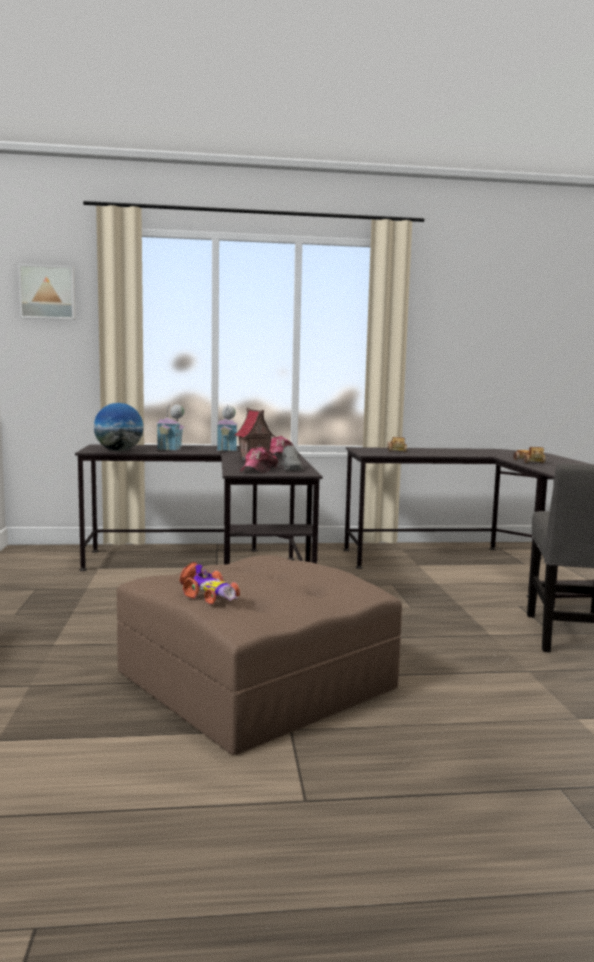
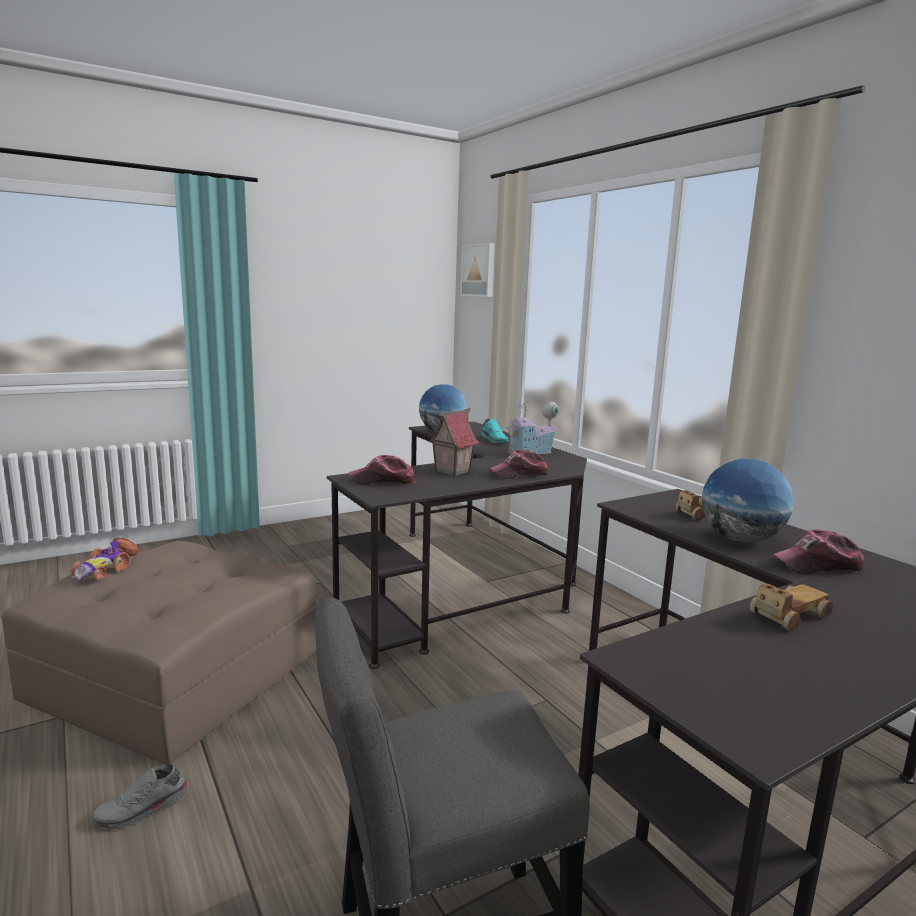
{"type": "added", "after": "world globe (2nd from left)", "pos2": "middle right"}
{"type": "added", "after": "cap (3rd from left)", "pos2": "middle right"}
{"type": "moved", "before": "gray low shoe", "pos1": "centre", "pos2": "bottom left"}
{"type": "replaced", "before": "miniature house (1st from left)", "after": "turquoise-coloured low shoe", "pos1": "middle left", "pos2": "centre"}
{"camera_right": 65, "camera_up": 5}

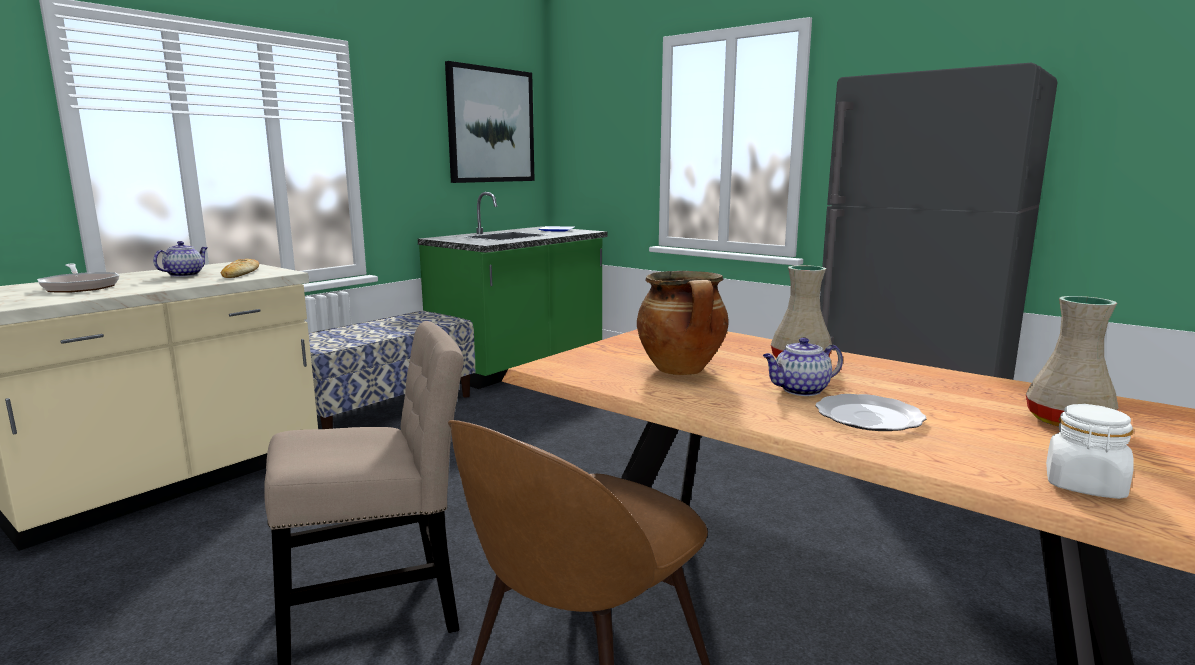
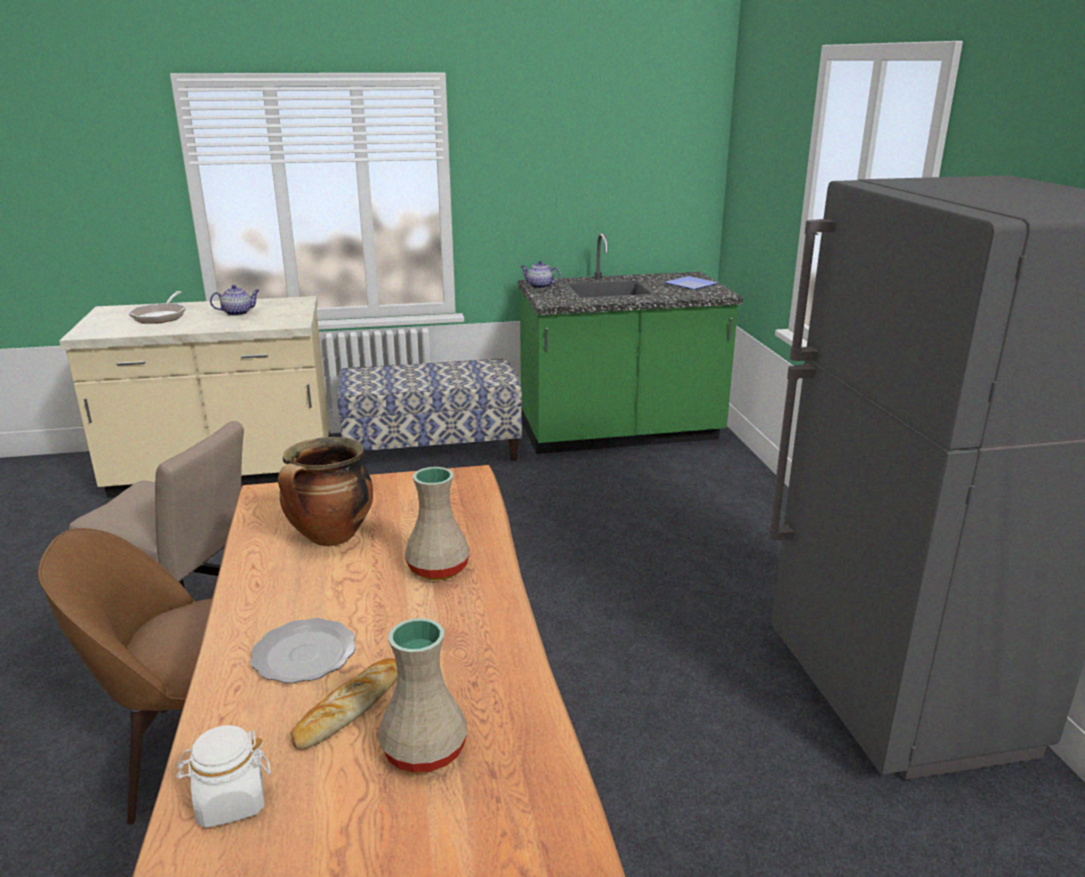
{"type": "removed", "before": "wall picture", "pos1": "top centre"}
{"type": "moved", "before": "baked bread", "pos1": "middle left", "pos2": "bottom left"}
{"type": "moved", "before": "teapot (2nd from left)", "pos1": "middle right", "pos2": "top centre"}
{"camera_right": 40, "camera_up": 10}

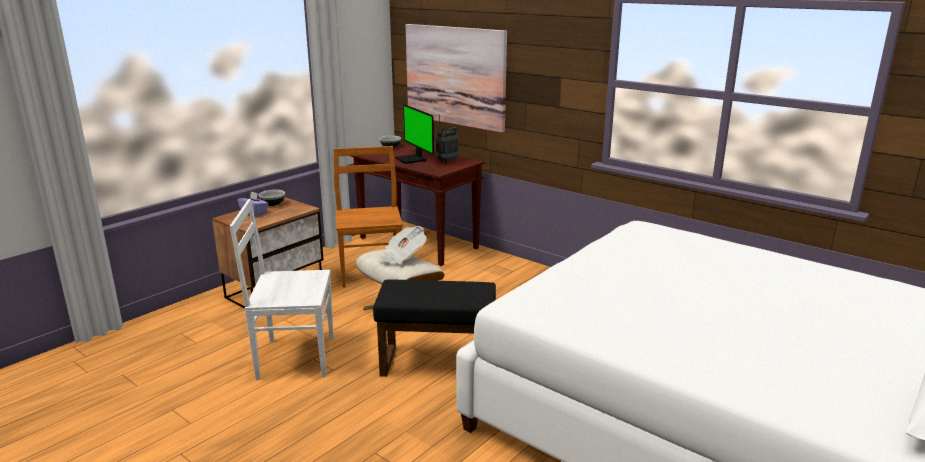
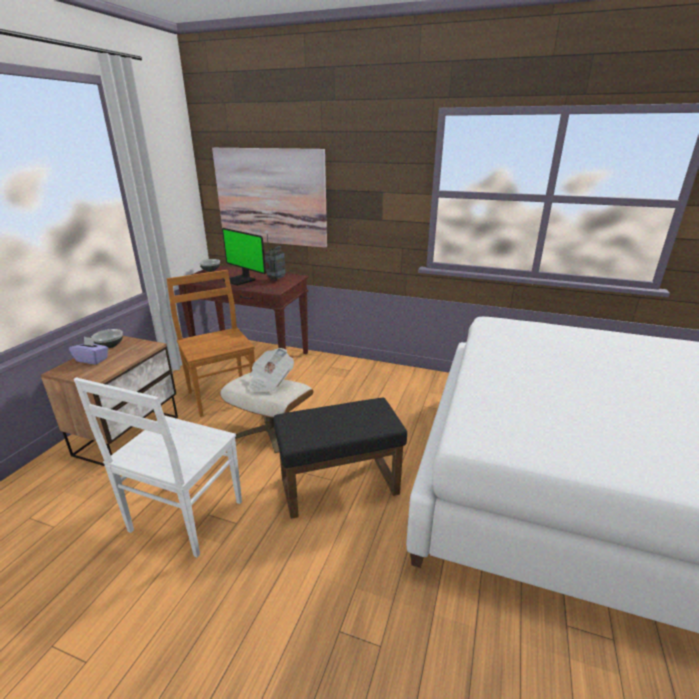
{"type": "turned", "before": "white-coloured chair", "pos1": "middle left", "pos2": "bottom left", "turn": -45}
{"camera_right": -20, "camera_up": 5}

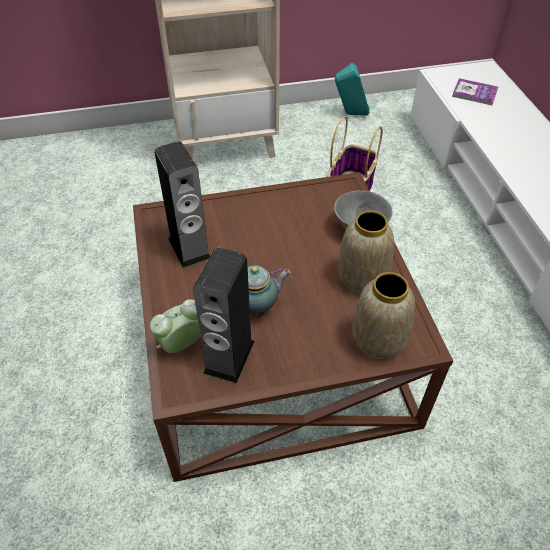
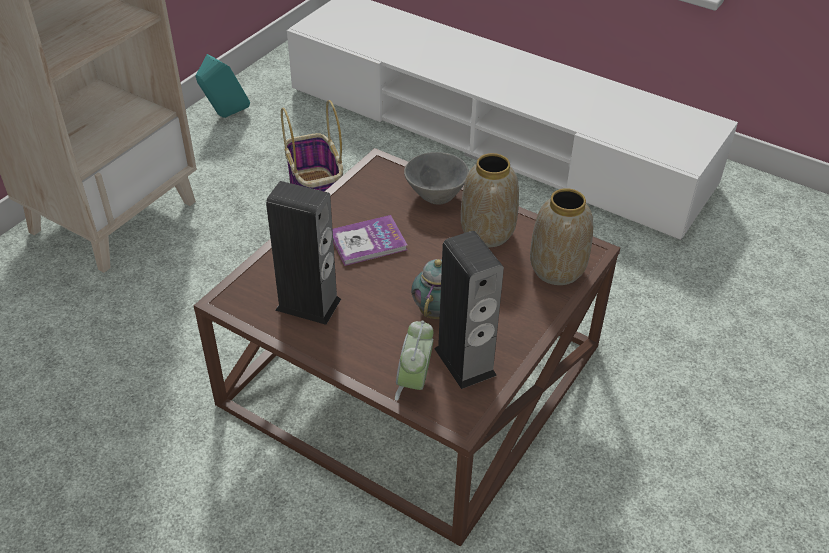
{"type": "moved", "before": "bound book", "pos1": "top right", "pos2": "centre"}
{"camera_right": -45, "camera_up": -5}

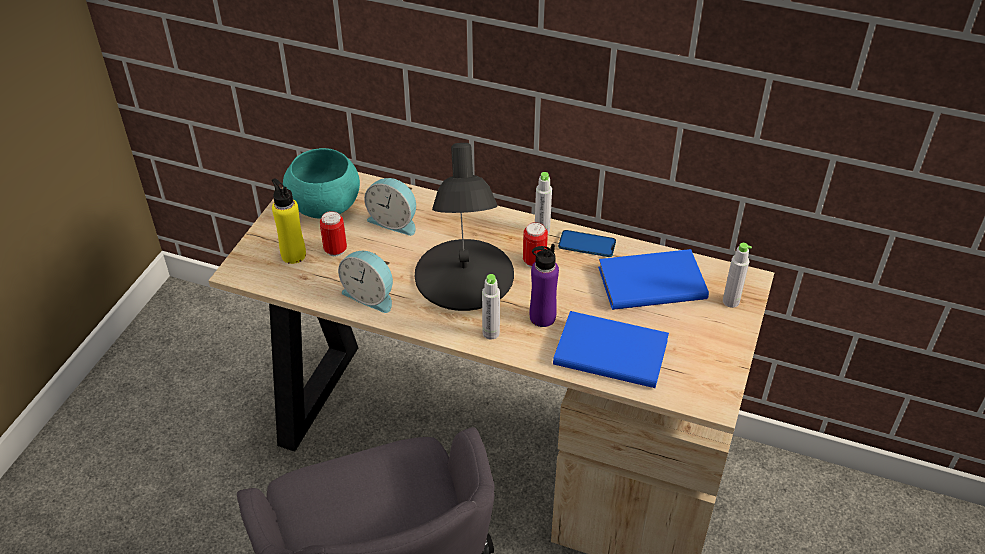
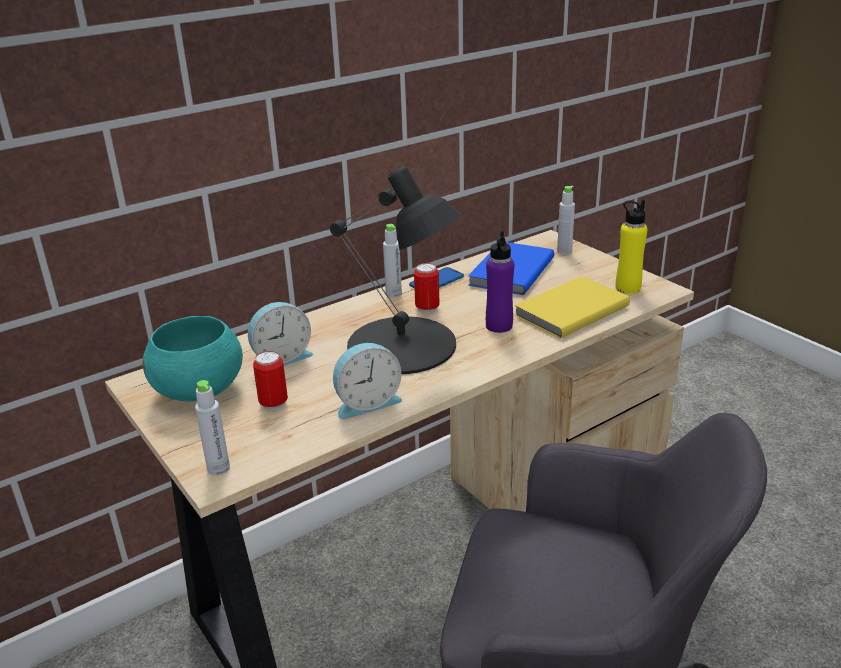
{"type": "moved", "before": "yellow bottle", "pos1": "middle left", "pos2": "middle right"}
{"type": "moved", "before": "gray bottle (1st from left)", "pos1": "centre", "pos2": "middle left"}
{"type": "recoloured", "before": "blue bound book (1st from left)", "after": "yellow bound book", "pos1": "centre", "pos2": "middle right"}
{"camera_right": -55, "camera_up": -15}

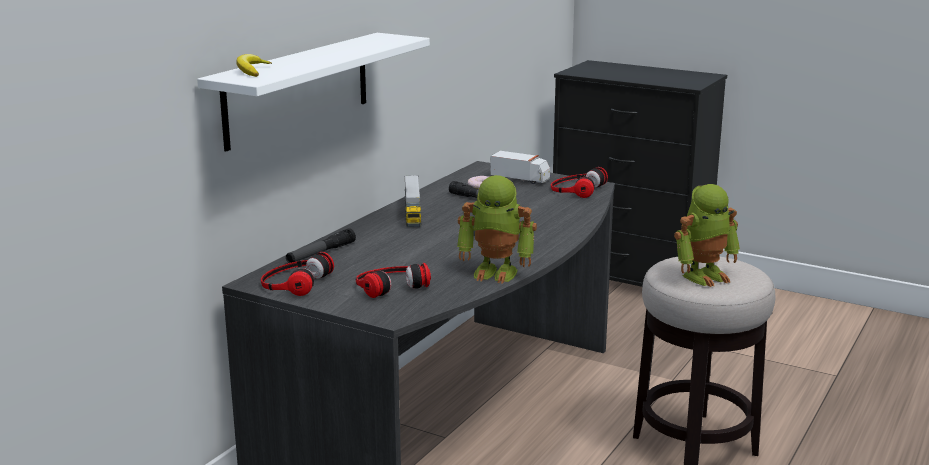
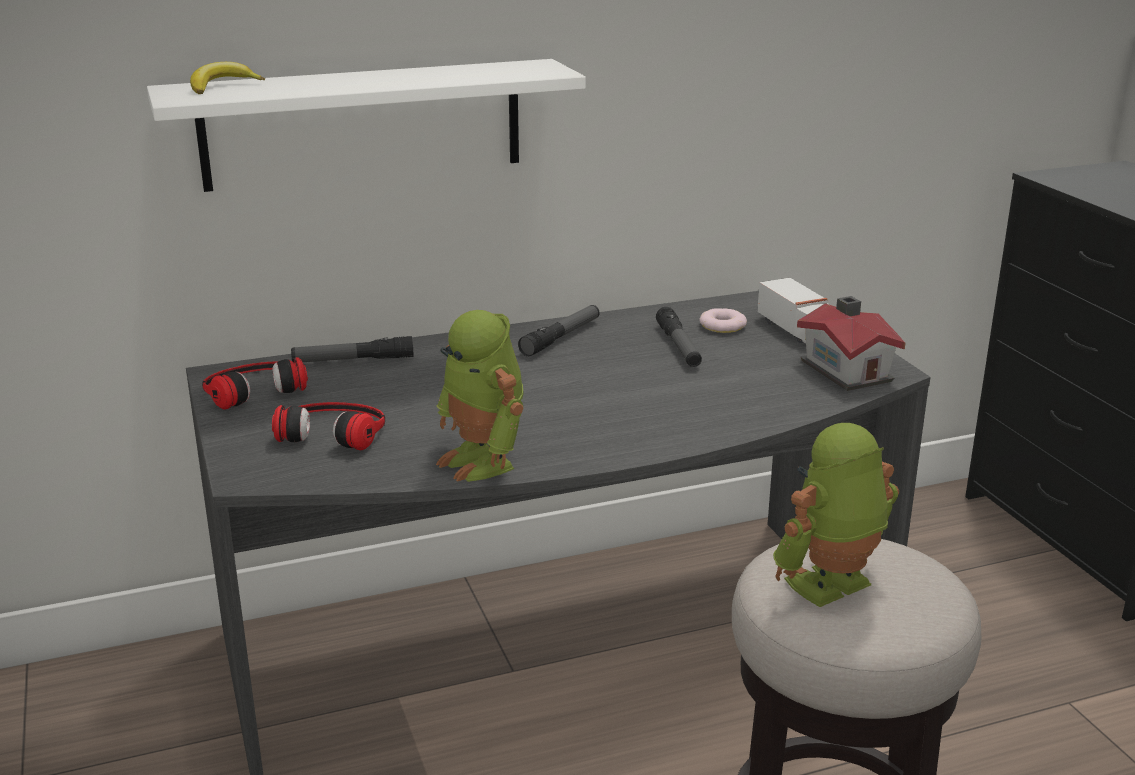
{"type": "replaced", "before": "model truck (1st from left)", "after": "hand torch (2nd from left)", "pos1": "centre", "pos2": "centre"}
{"type": "replaced", "before": "headset (3rd from left)", "after": "miniature house", "pos1": "centre", "pos2": "middle right"}
{"type": "turned", "before": "toy robot (2nd from left)", "pos1": "middle right", "pos2": "middle right", "turn": 135}
{"camera_right": 40, "camera_up": 5}

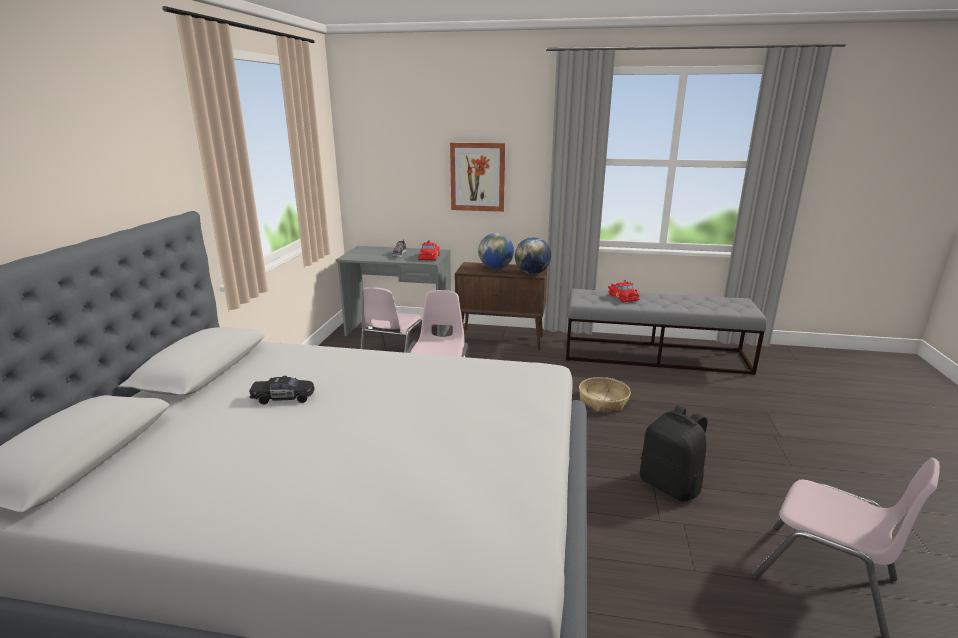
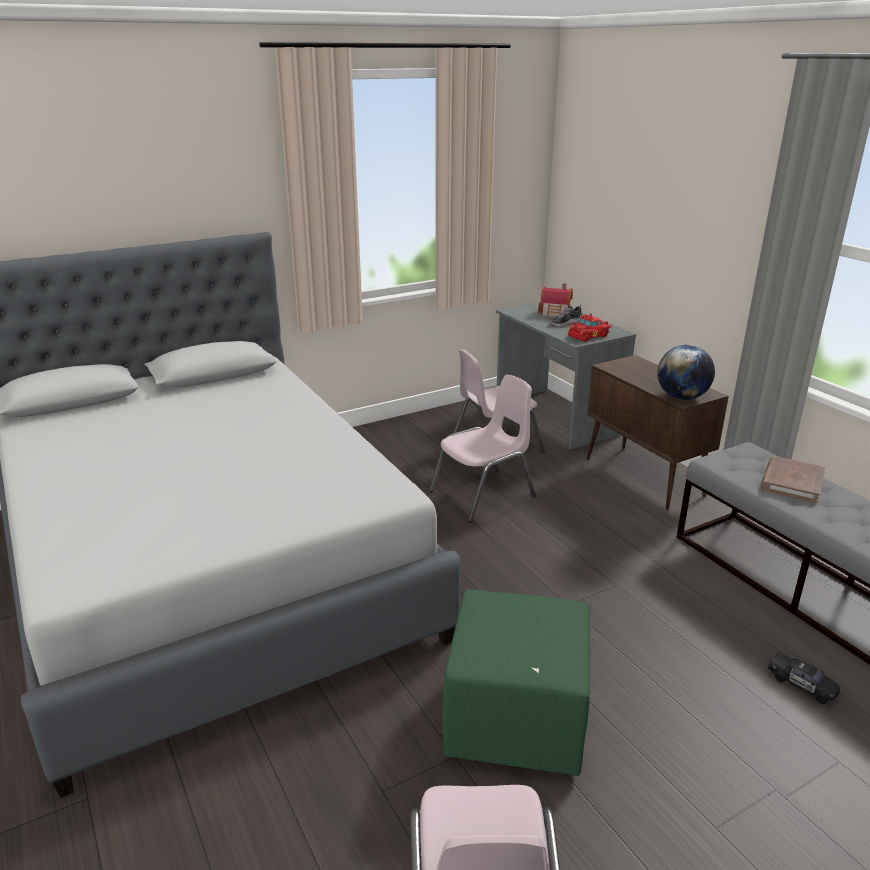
{"type": "removed", "before": "wall picture", "pos1": "top centre"}
{"type": "removed", "before": "world globe (1st from left)", "pos1": "centre"}
{"type": "removed", "before": "storage basket", "pos1": "centre"}
{"type": "added", "after": "miniature house", "pos2": "centre"}
{"type": "moved", "before": "black miniature car", "pos1": "middle left", "pos2": "bottom right"}
{"type": "replaced", "before": "reddish miniature car (2nd from left)", "after": "brown bound book", "pos1": "centre", "pos2": "middle right"}
{"type": "replaced", "before": "black backpack", "after": "green pouffe", "pos1": "bottom right", "pos2": "bottom centre"}
{"camera_right": 50, "camera_up": 5}

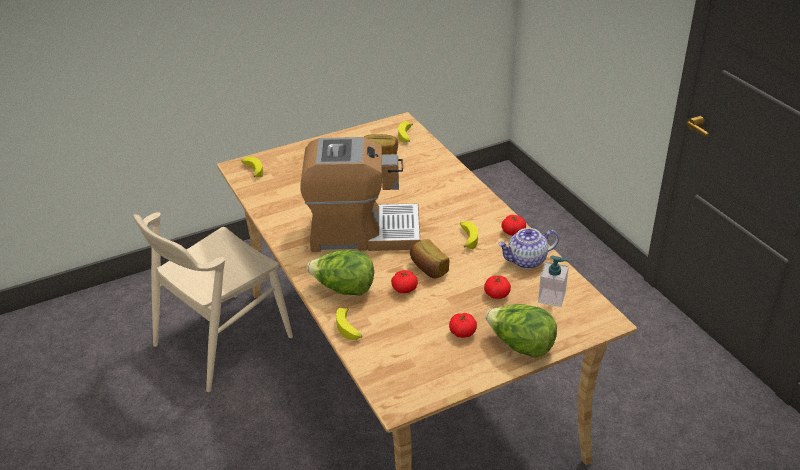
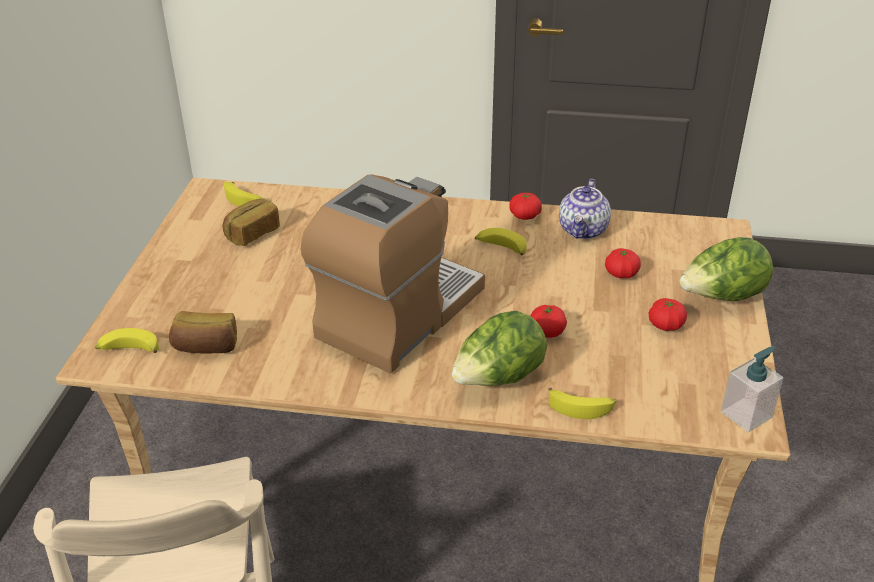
{"type": "moved", "before": "baked bread (2nd from left in the first image)", "after": "baked bread (1st from left)", "pos1": "centre", "pos2": "middle left"}
{"type": "moved", "before": "soap bottle", "pos1": "middle right", "pos2": "bottom right"}
{"camera_right": -55, "camera_up": 0}

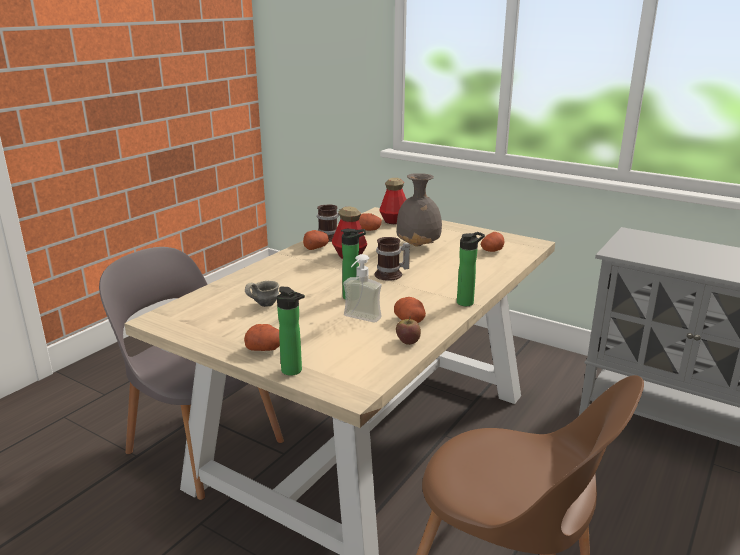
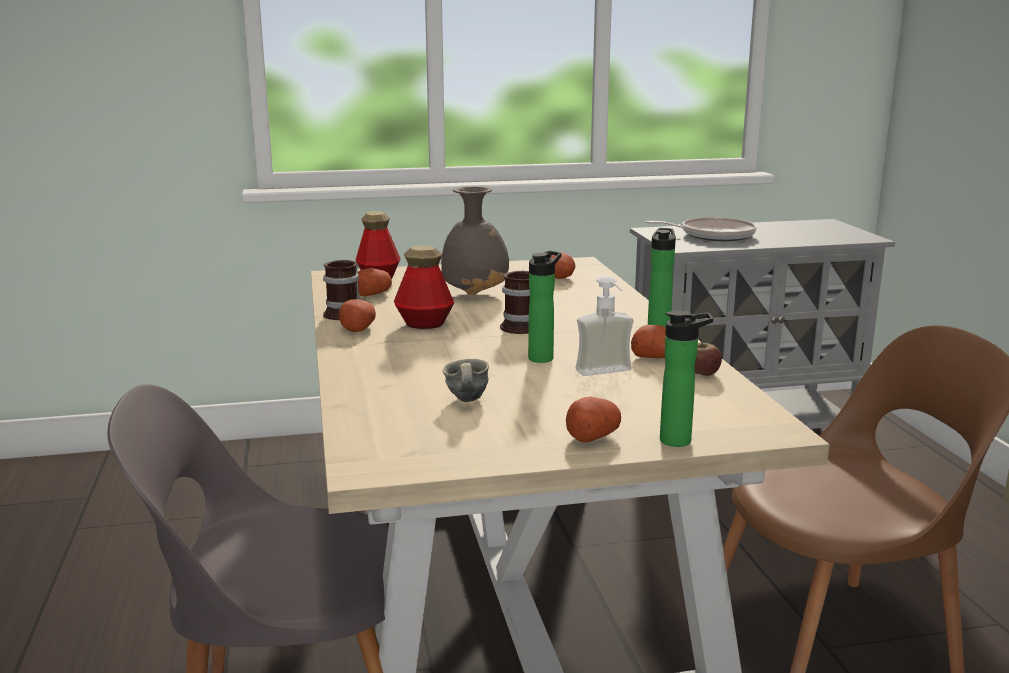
{"type": "added", "after": "frying pan", "pos2": "middle right"}
{"camera_right": -45, "camera_up": -5}

